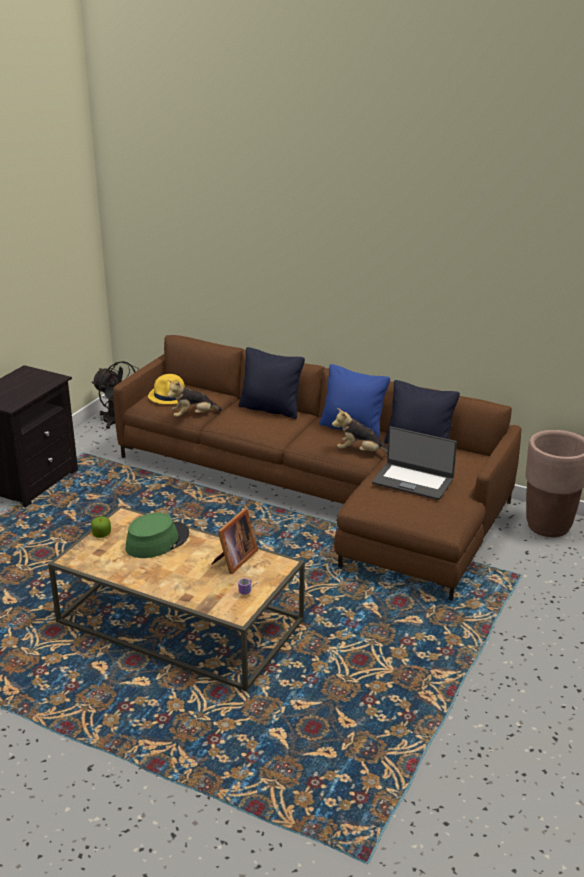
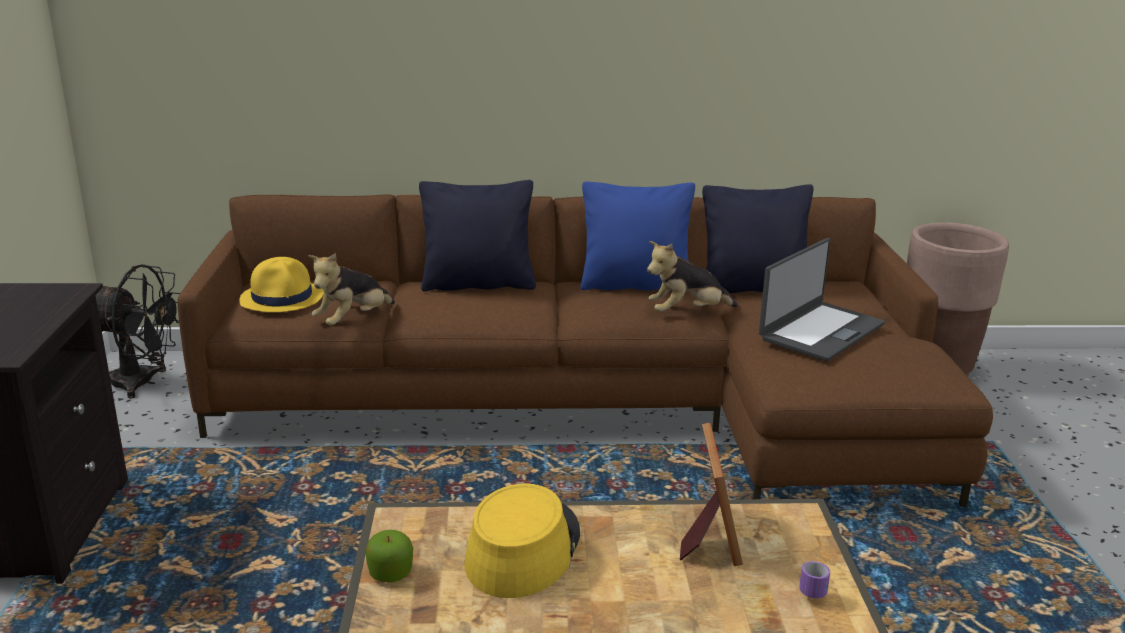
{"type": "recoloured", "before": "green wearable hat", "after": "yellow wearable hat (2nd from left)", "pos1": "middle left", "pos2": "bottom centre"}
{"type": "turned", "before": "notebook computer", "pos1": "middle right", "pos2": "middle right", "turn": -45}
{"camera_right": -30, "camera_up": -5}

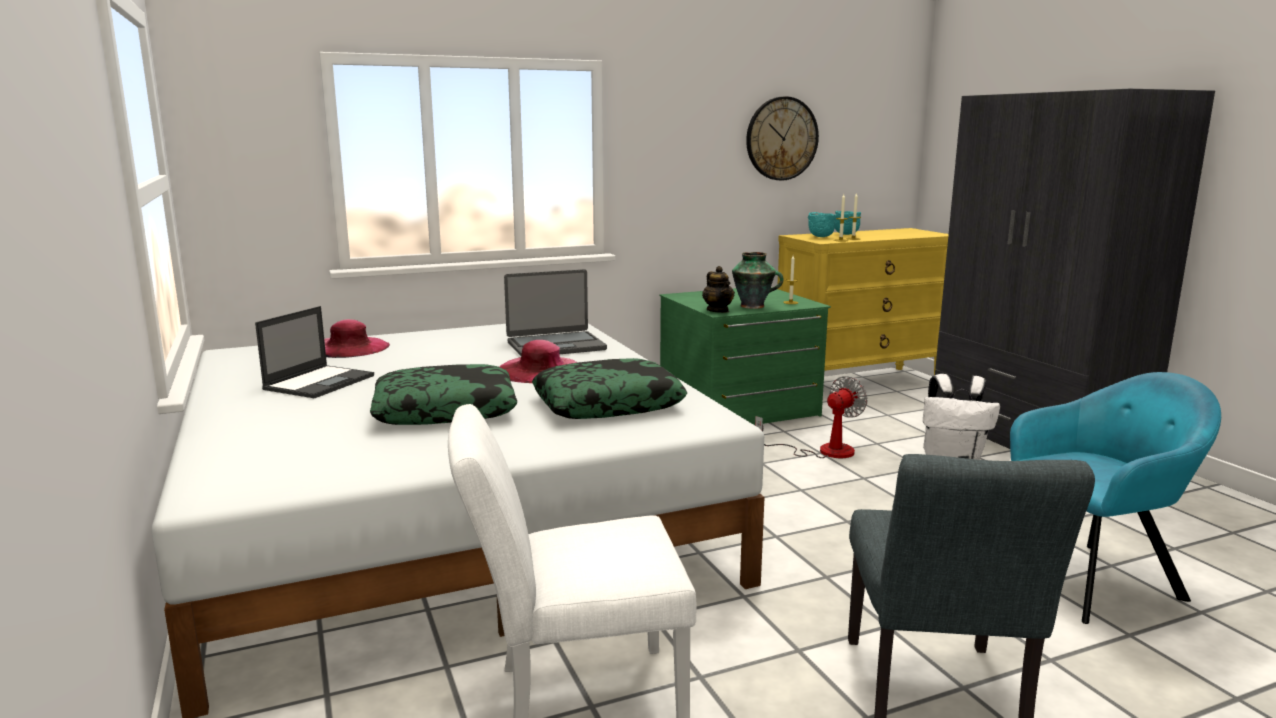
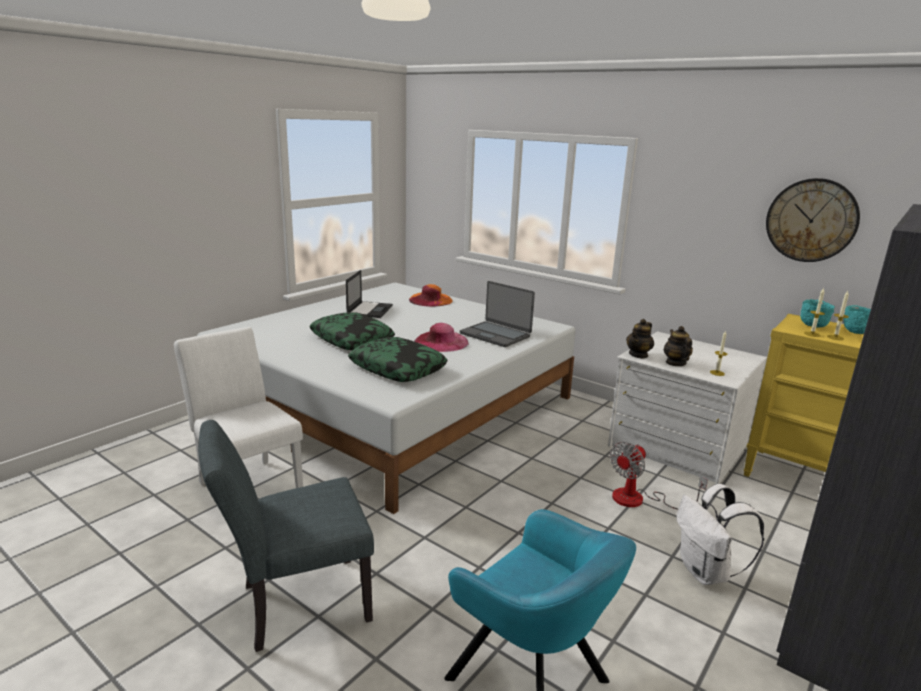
{"type": "replaced", "before": "vase", "after": "teapot (2nd from left)", "pos1": "centre", "pos2": "middle right"}
{"type": "recoloured", "before": "pink-coloured wearable hat (1st from left)", "after": "orangey wearable hat", "pos1": "middle left", "pos2": "centre"}
{"type": "recoloured", "before": "green dresser", "after": "white-coloured dresser", "pos1": "centre", "pos2": "middle right"}
{"type": "turned", "before": "notebook computer (1st from left)", "pos1": "middle left", "pos2": "centre", "turn": -75}
{"type": "turned", "before": "cooling fan", "pos1": "centre", "pos2": "bottom right", "turn": 120}
{"camera_right": 60, "camera_up": 5}

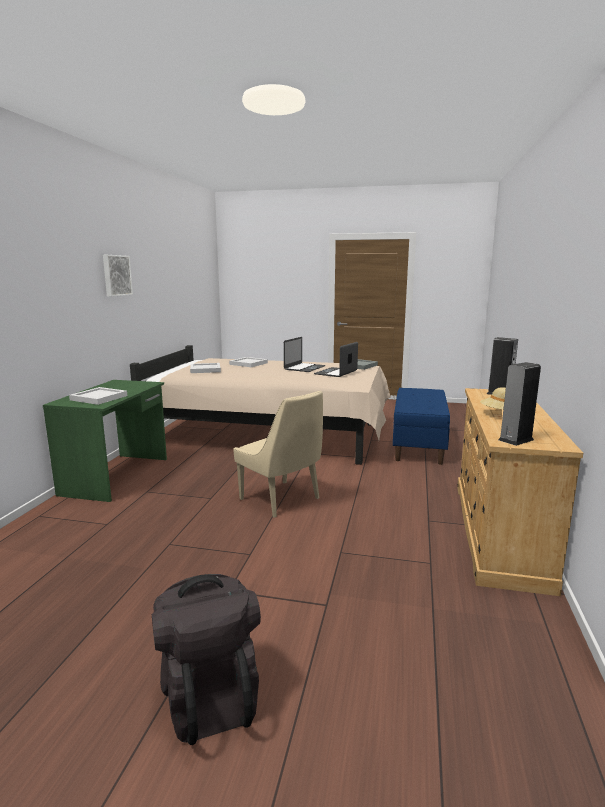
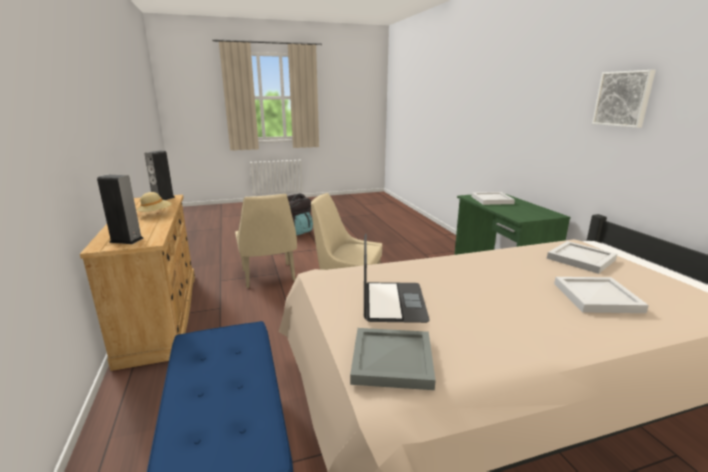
{"type": "removed", "before": "notebook computer (1st from left)", "pos1": "centre"}
{"type": "added", "after": "sand-coloured chair (1st from left)", "pos2": "centre"}
{"camera_right": 150, "camera_up": 5}

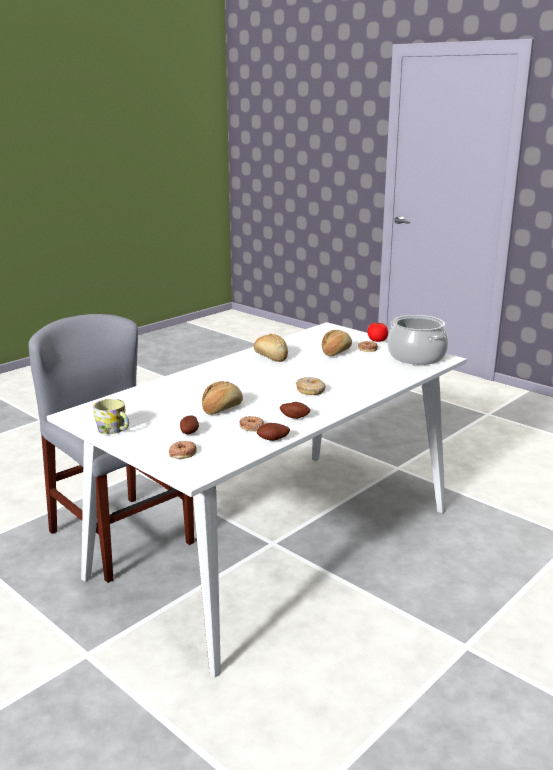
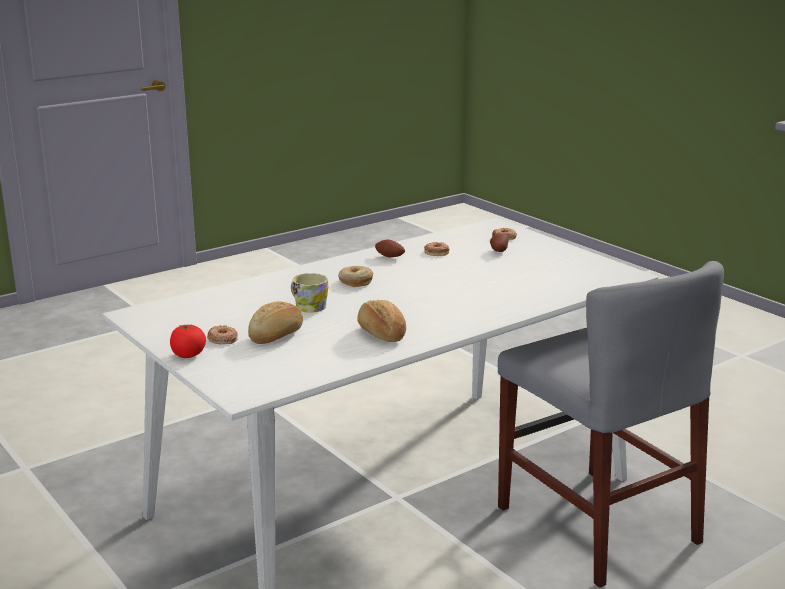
{"type": "removed", "before": "baked bread (1st from left)", "pos1": "centre"}
{"type": "removed", "before": "potato (2nd from left)", "pos1": "centre"}
{"type": "removed", "before": "cooking pot", "pos1": "middle right"}
{"type": "moved", "before": "tea mug", "pos1": "middle left", "pos2": "centre"}
{"camera_right": -170, "camera_up": 0}

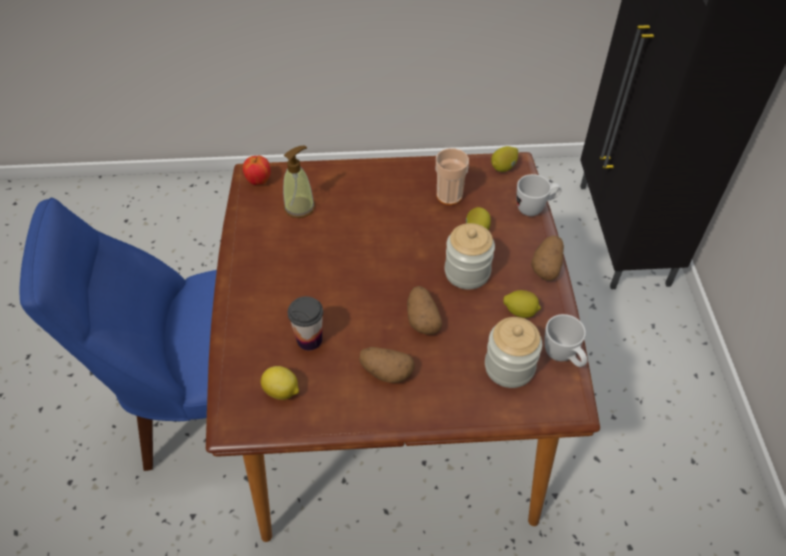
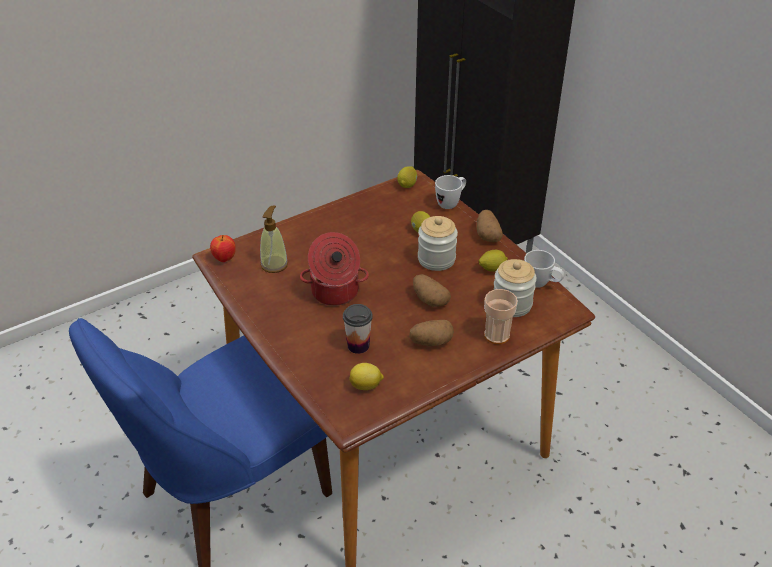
{"type": "added", "after": "cooking pot", "pos2": "centre"}
{"type": "moved", "before": "drinking cup (2nd from left)", "pos1": "top centre", "pos2": "centre"}
{"camera_right": -30, "camera_up": -10}

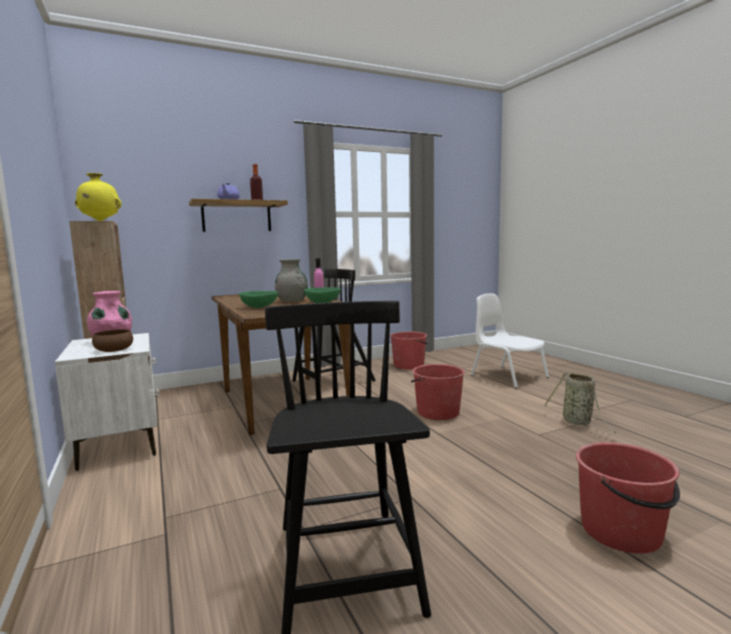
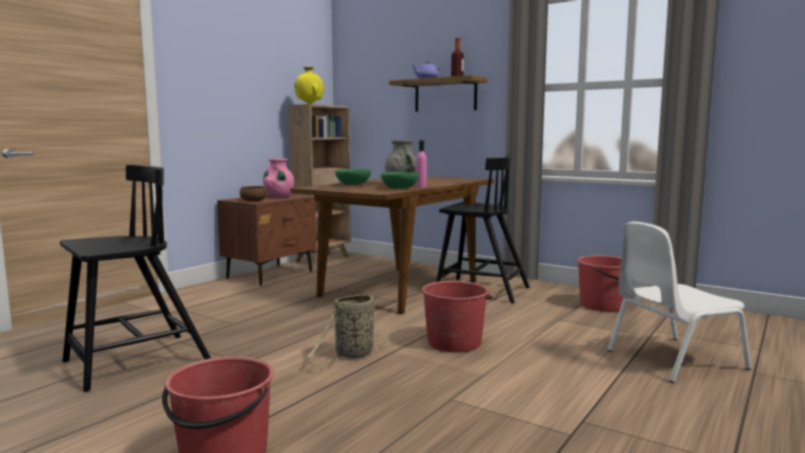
{"type": "moved", "before": "storage basket", "pos1": "middle right", "pos2": "bottom centre"}
{"type": "recoloured", "before": "white-coloured night table", "after": "brown night table", "pos1": "middle left", "pos2": "middle left"}
{"type": "turned", "before": "white-coloured chair", "pos1": "middle right", "pos2": "bottom right", "turn": -135}
{"camera_right": 60, "camera_up": 0}

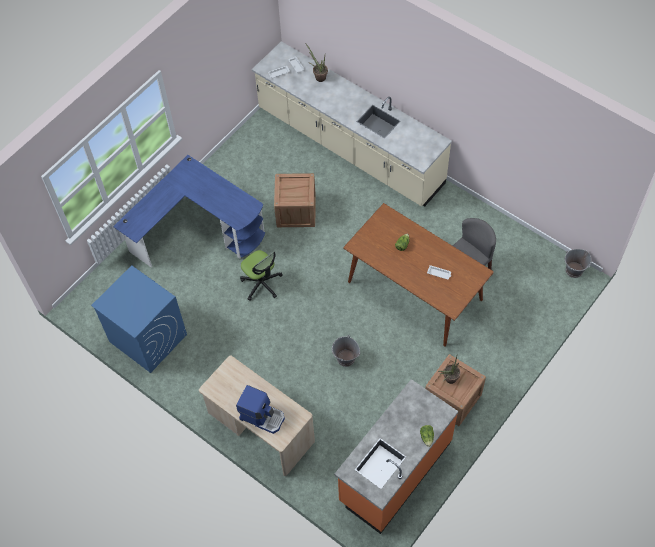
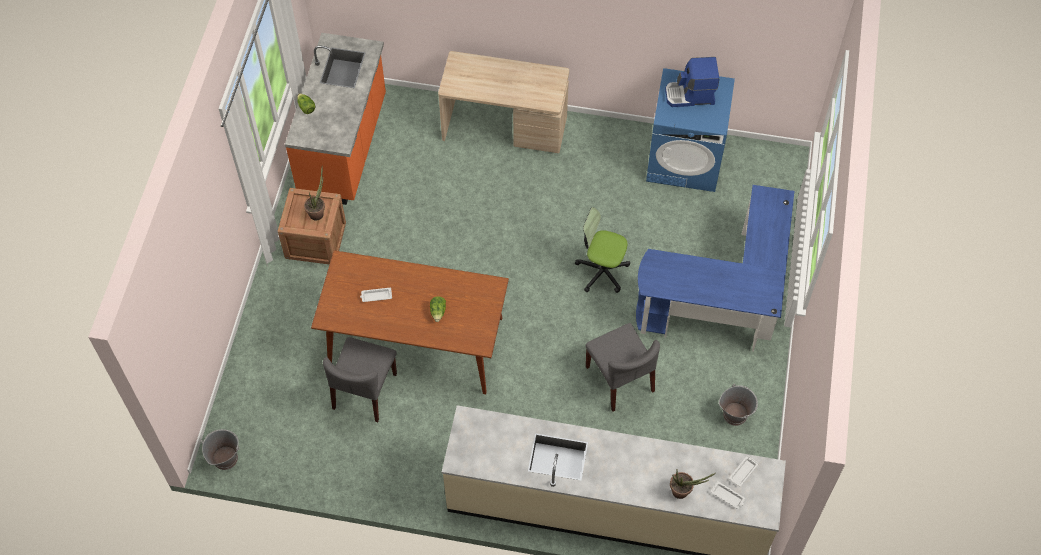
{"type": "moved", "before": "coffee maker", "pos1": "bottom centre", "pos2": "top centre"}
{"type": "moved", "before": "gray pail (1st from left in the first image)", "after": "gray pail (2nd from left)", "pos1": "centre", "pos2": "bottom right"}
{"type": "replaced", "before": "crate (1st from left)", "after": "gray chair (2nd from left)", "pos1": "centre", "pos2": "centre"}
{"camera_right": 150, "camera_up": 0}

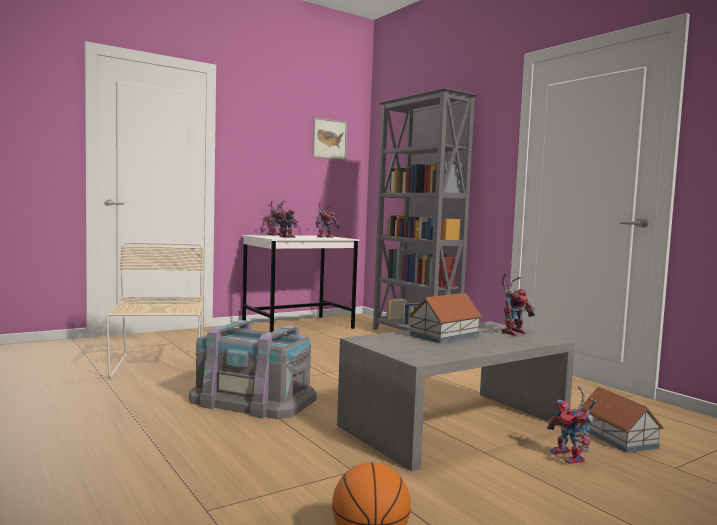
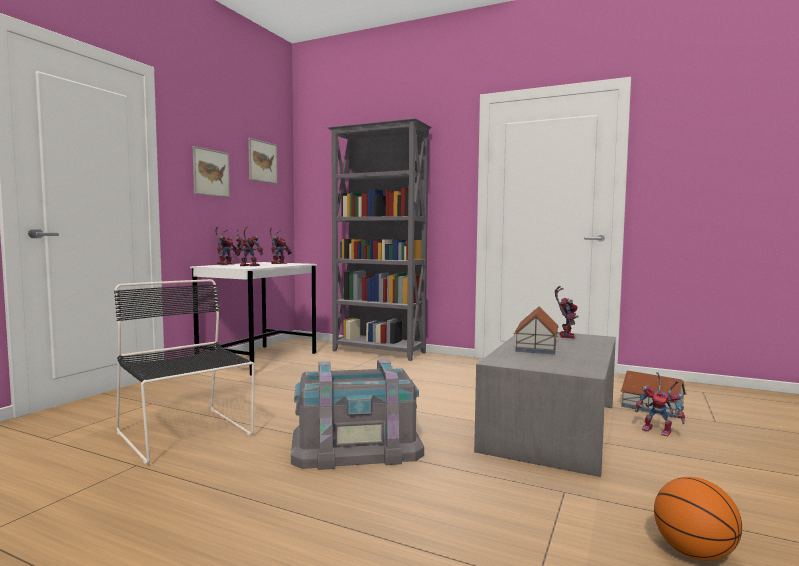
{"type": "added", "after": "wall picture (1st from left)", "pos2": "top left"}
{"type": "recoloured", "before": "sand-coloured chair", "after": "black chair", "pos1": "middle left", "pos2": "middle left"}
{"camera_right": -30, "camera_up": 0}

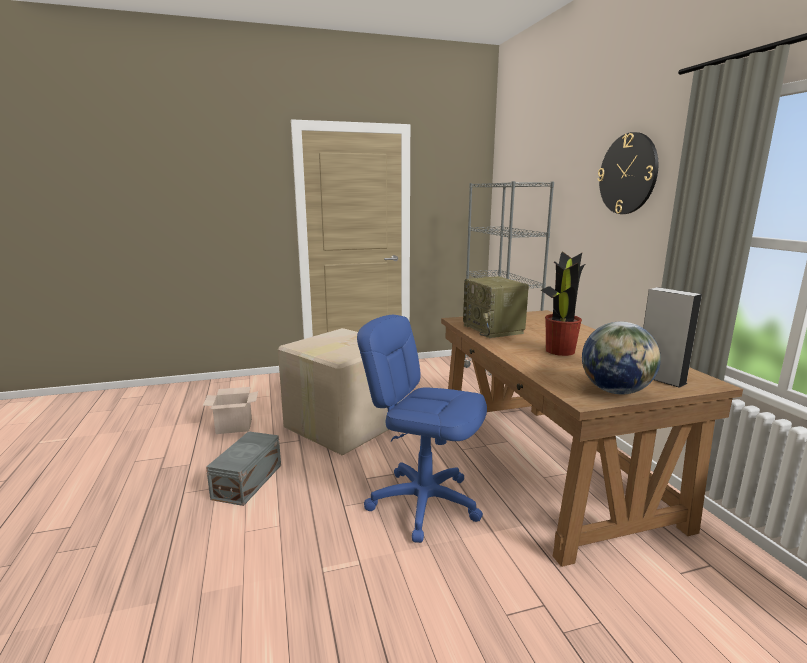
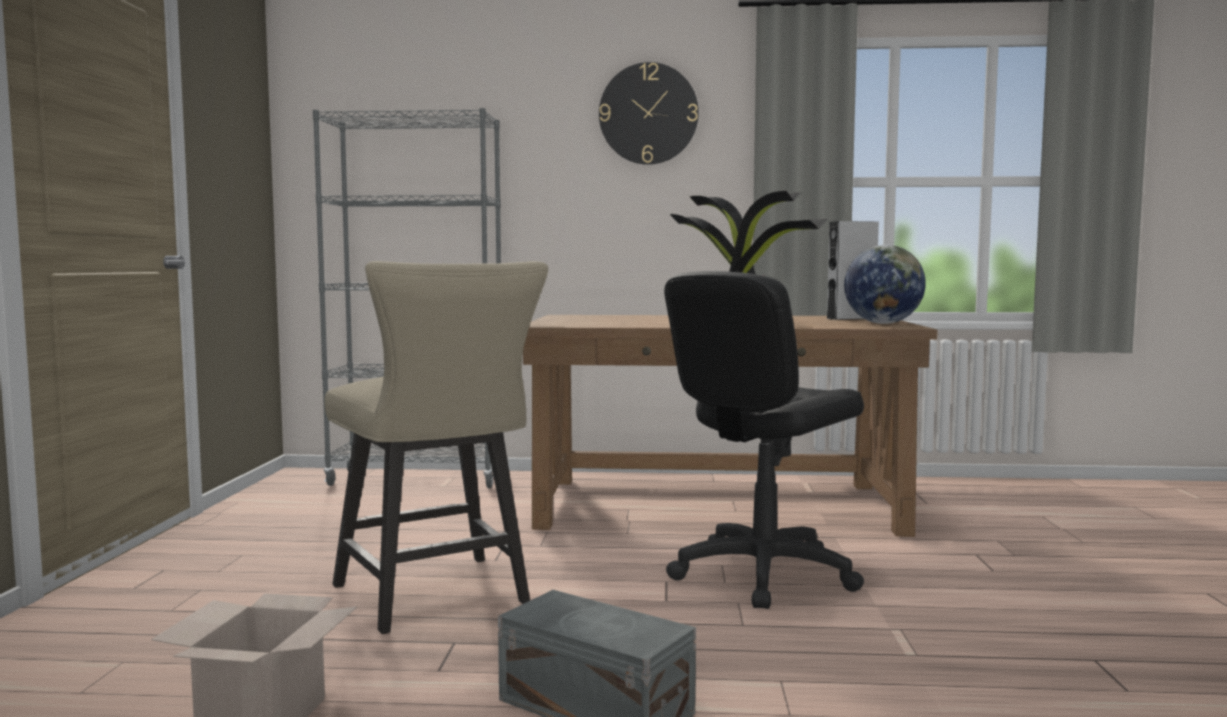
{"type": "removed", "before": "radio", "pos1": "centre"}
{"type": "replaced", "before": "packing box (2nd from left)", "after": "sand-coloured chair", "pos1": "centre", "pos2": "centre"}
{"type": "recoloured", "before": "blue office chair", "after": "black office chair", "pos1": "centre", "pos2": "centre"}
{"camera_right": -70, "camera_up": -10}

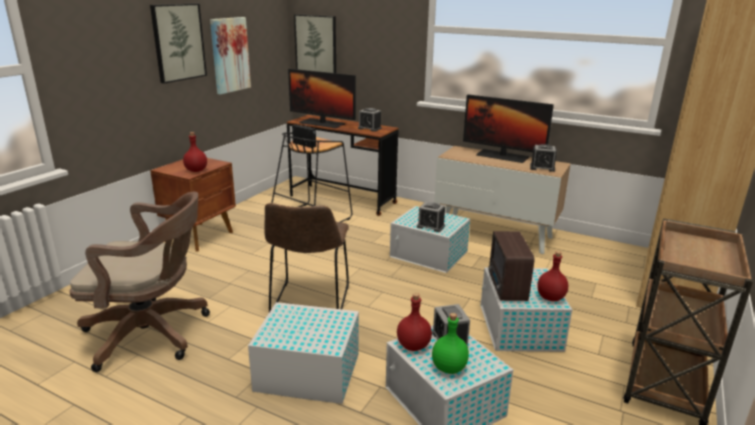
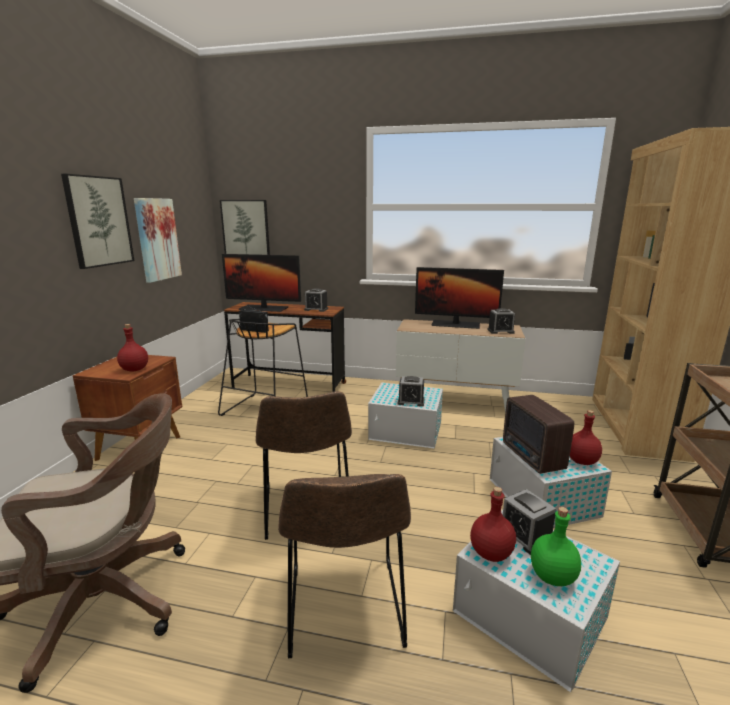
{"type": "replaced", "before": "white-coloured storage box (1st from left)", "after": "brown chair (2nd from left)", "pos1": "bottom centre", "pos2": "bottom centre"}
{"camera_right": -15, "camera_up": -5}

